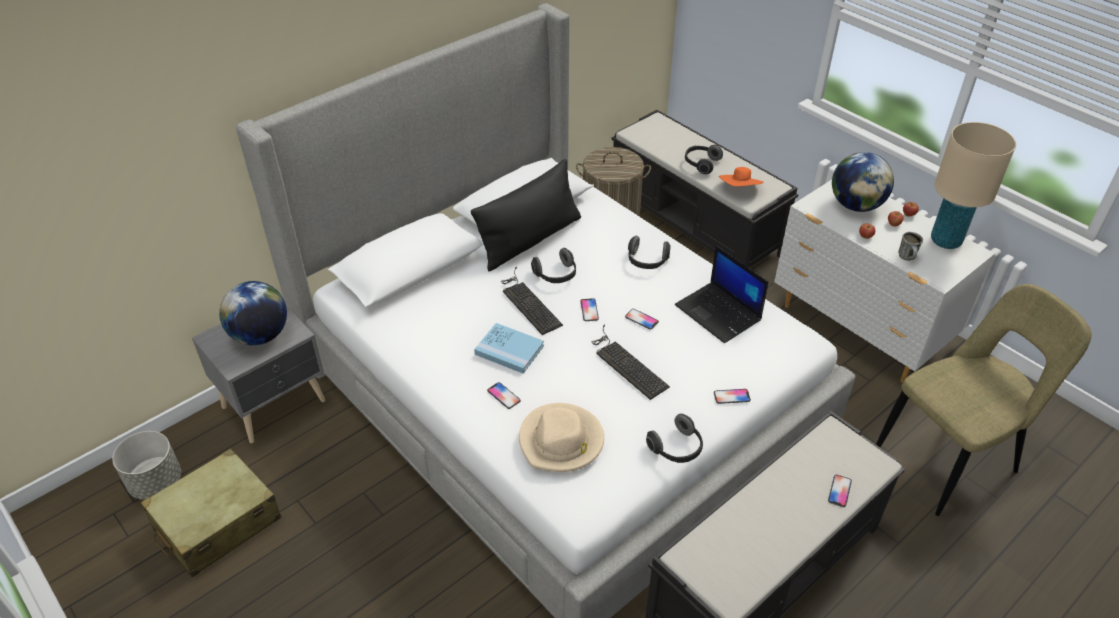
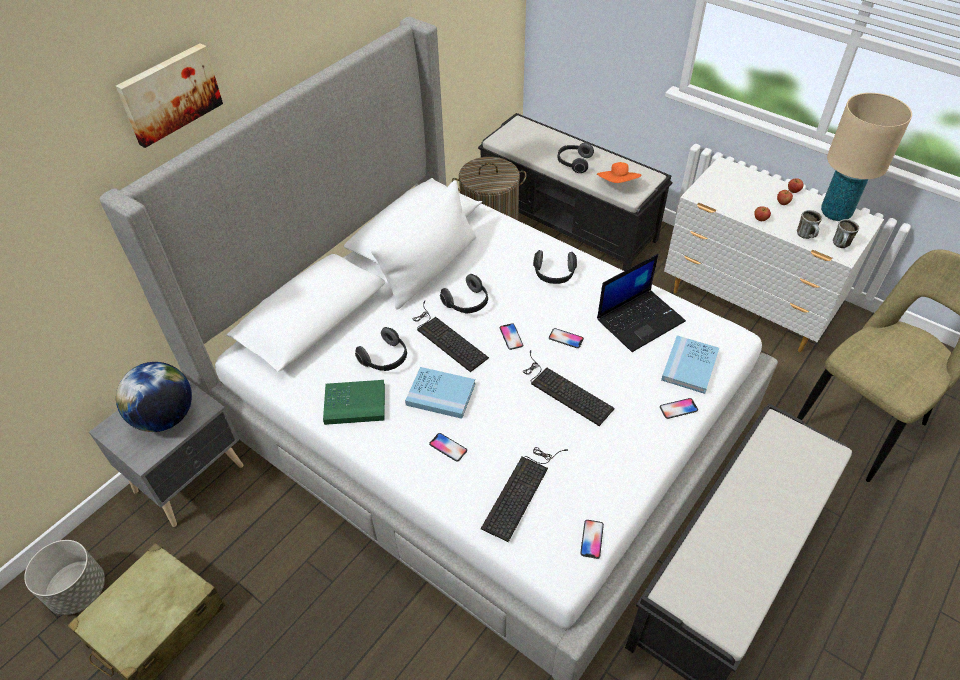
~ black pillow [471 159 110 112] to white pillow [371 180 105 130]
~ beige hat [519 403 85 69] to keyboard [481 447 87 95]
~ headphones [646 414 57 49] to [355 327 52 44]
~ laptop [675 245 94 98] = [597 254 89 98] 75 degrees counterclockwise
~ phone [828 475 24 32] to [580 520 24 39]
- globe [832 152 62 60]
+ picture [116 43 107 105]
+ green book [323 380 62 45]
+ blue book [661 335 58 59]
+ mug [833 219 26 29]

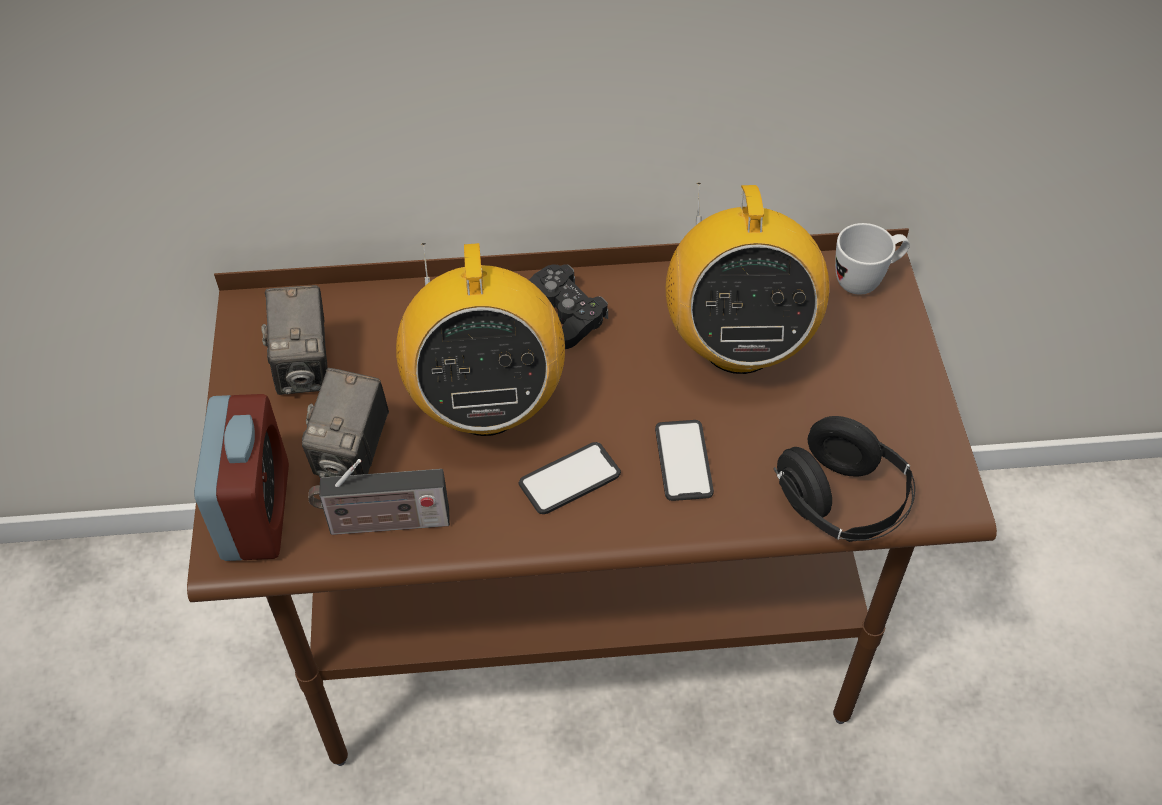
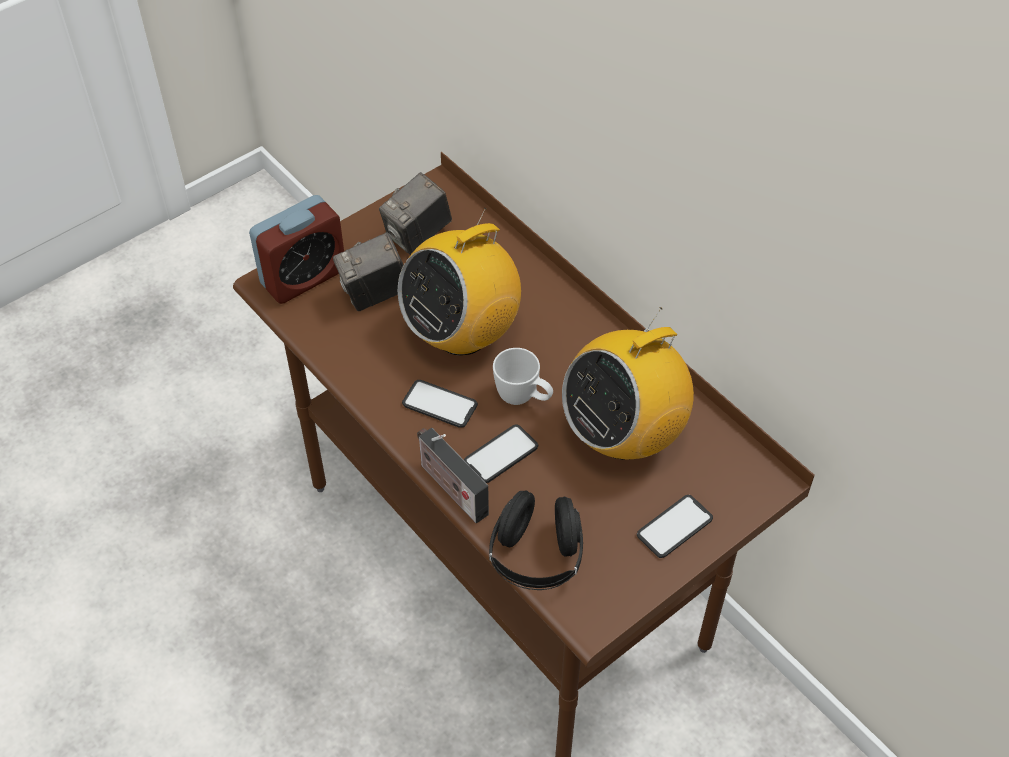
~ radio [308 459 142 76] to [417 428 72 95]
- black game controller [529 264 79 85]
~ white mug [835 223 75 72] to [493 348 60 57]
+ phone [637 495 76 63]

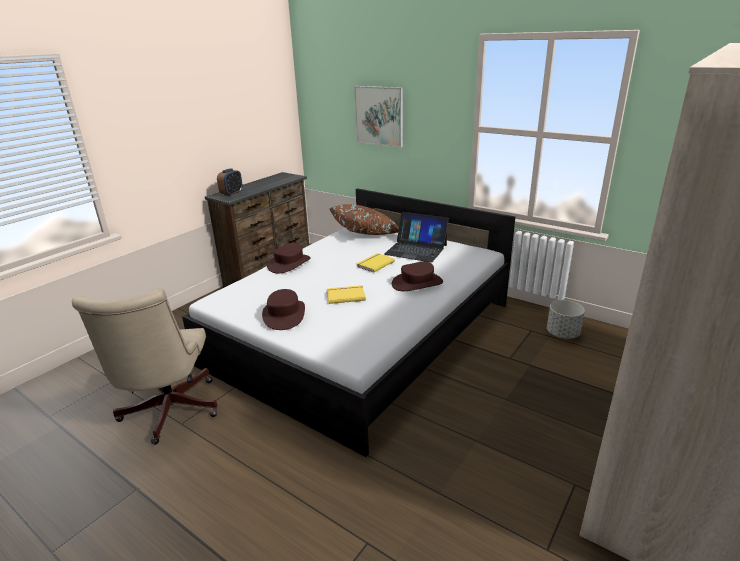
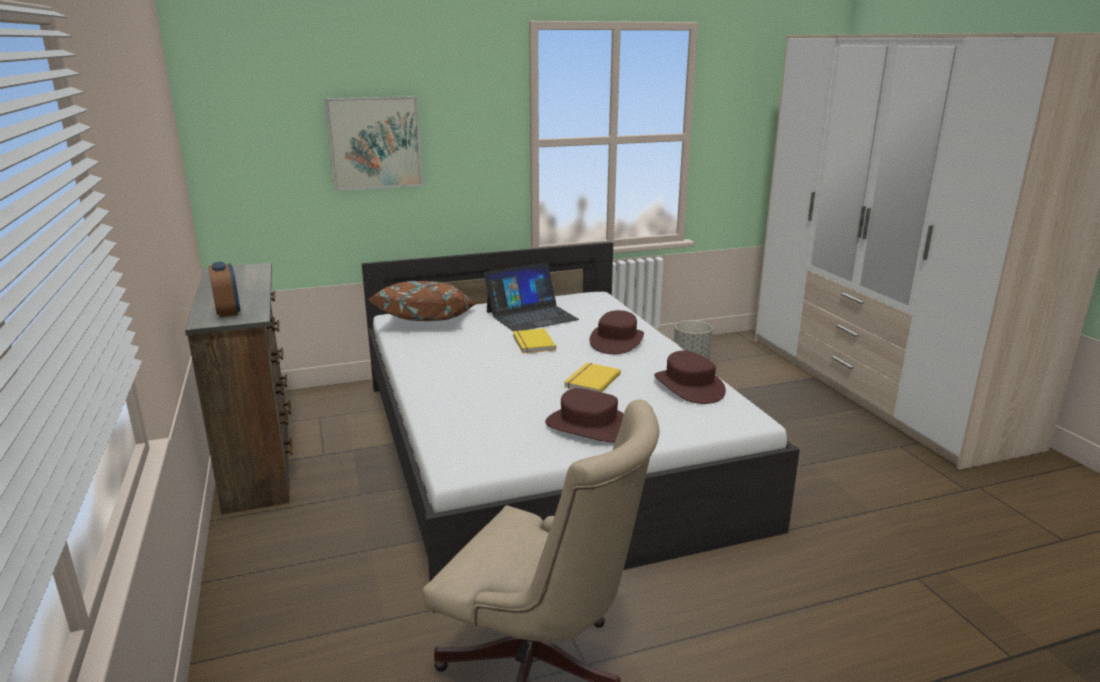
~ brown hat [267 243 44 31] to [654 351 72 53]

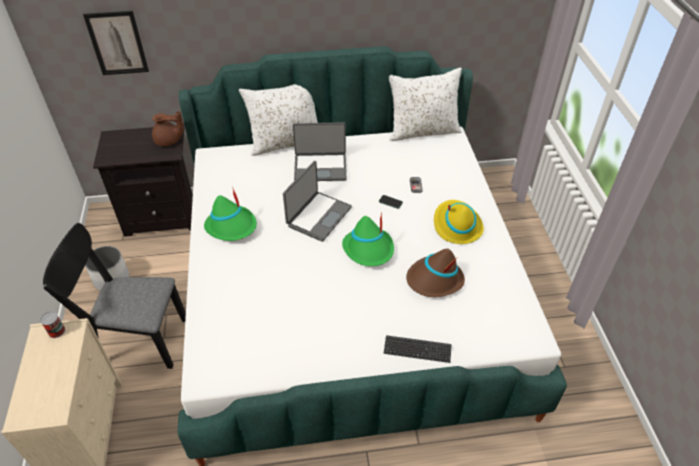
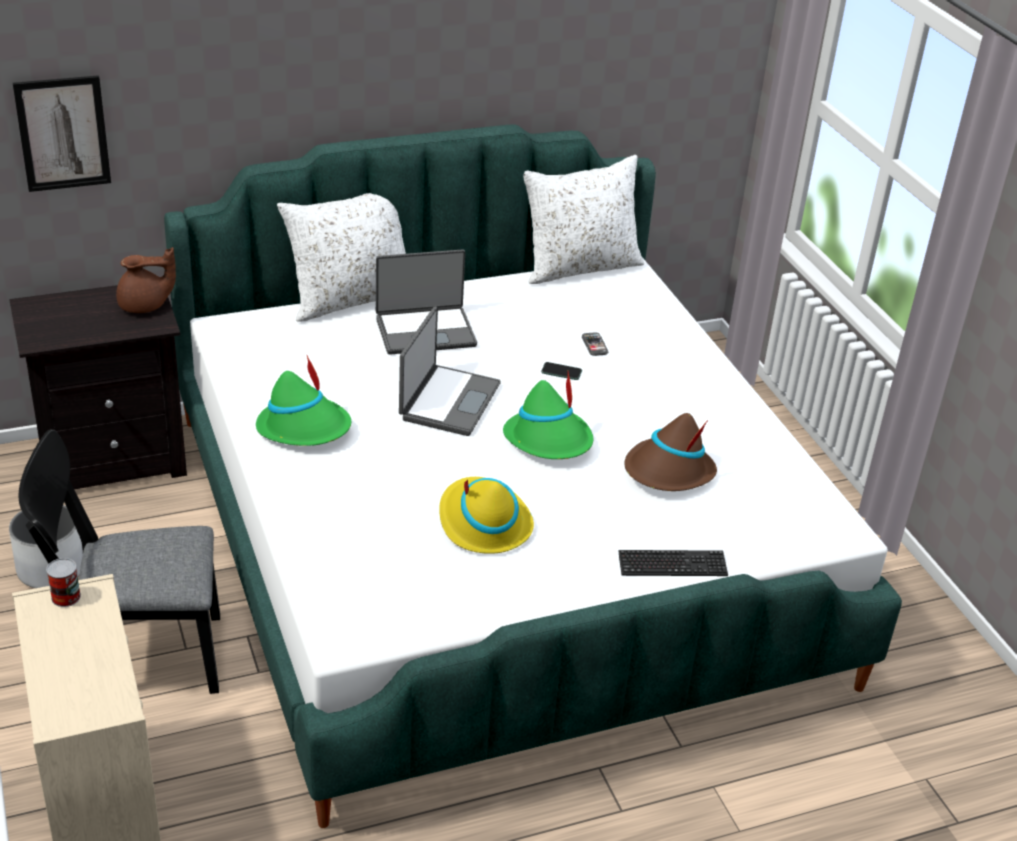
~ yellow hat [434 200 50 44] to [439 477 95 77]

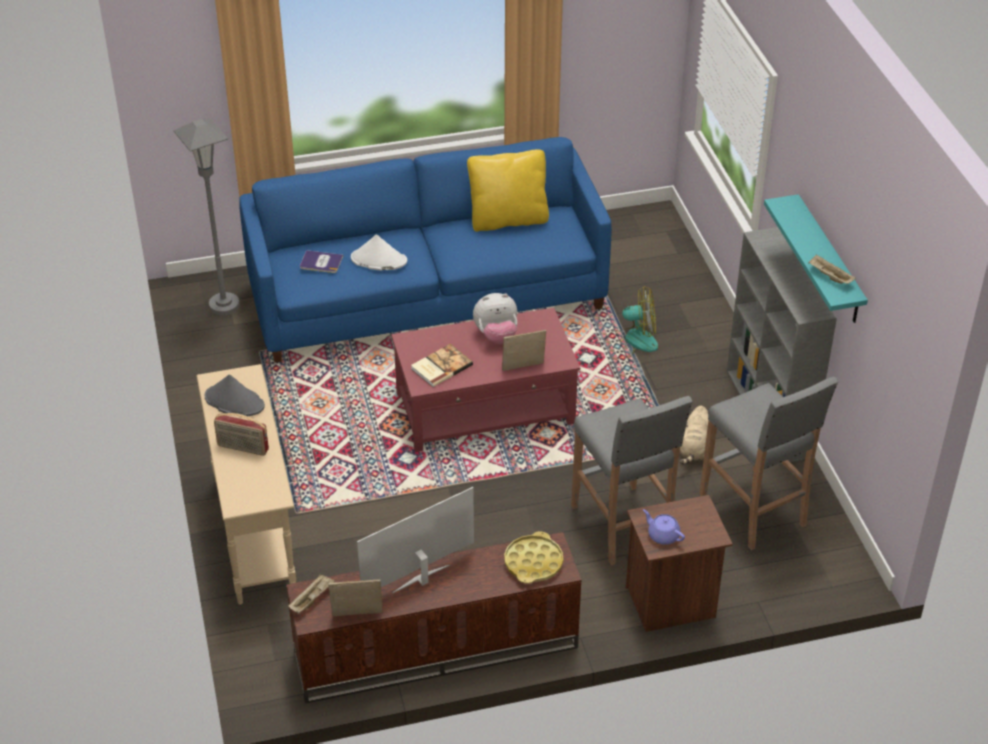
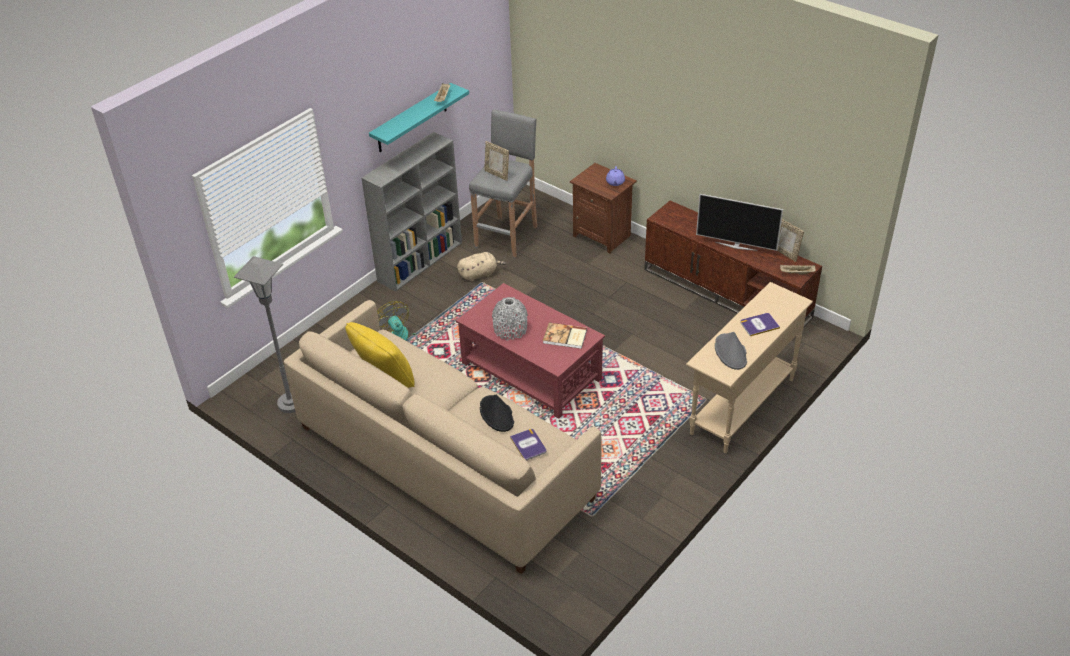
~ grey floor lamp [174 119 65 196] to [234 256 62 157]
~ radio [214 413 55 43] to book [740 313 40 23]
~ blue sofa [239 137 373 226] to beige sofa [284 300 318 274]
~ white hat [351 235 56 35] to black hat [480 394 34 38]
~ plush toy [473 293 44 51] to grey vase [492 297 36 43]
~ picture frame [502 330 44 41] to [484 141 25 40]
- yellow tray [504 531 59 53]
- grey stool [571 396 121 169]

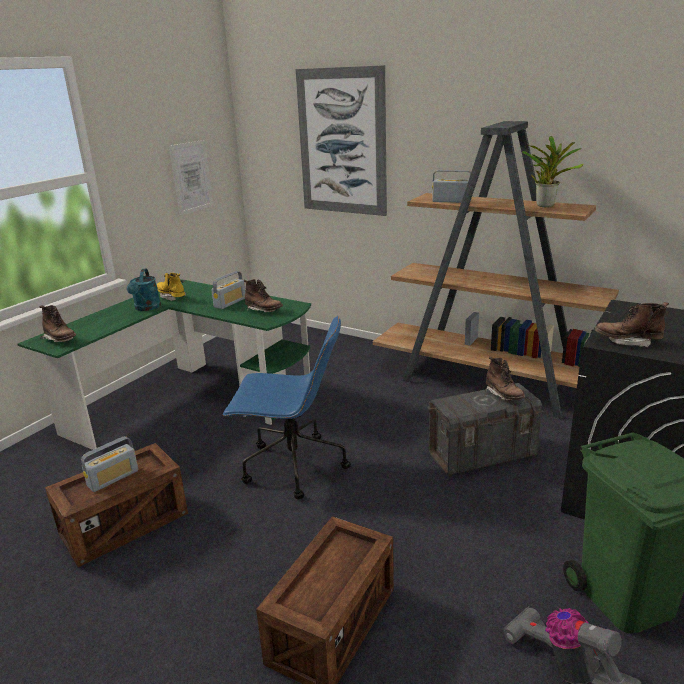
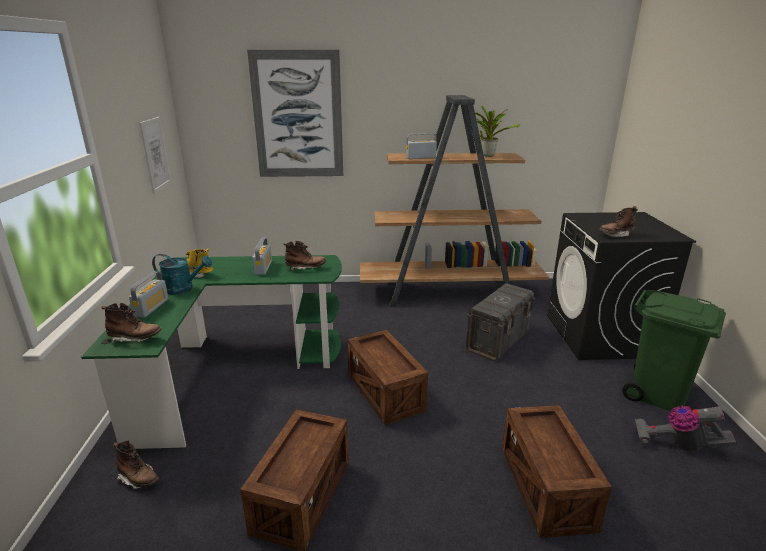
~ radio [81 436 57 56] to [129 272 39 46]
~ turquoise watering can [127 269 34 42] = [152 254 60 41] 45 degrees counterclockwise
~ blue office chair [223 316 128 183] to crate [348 330 80 95]
~ brown boot [486 357 39 43] to [113 441 46 48]

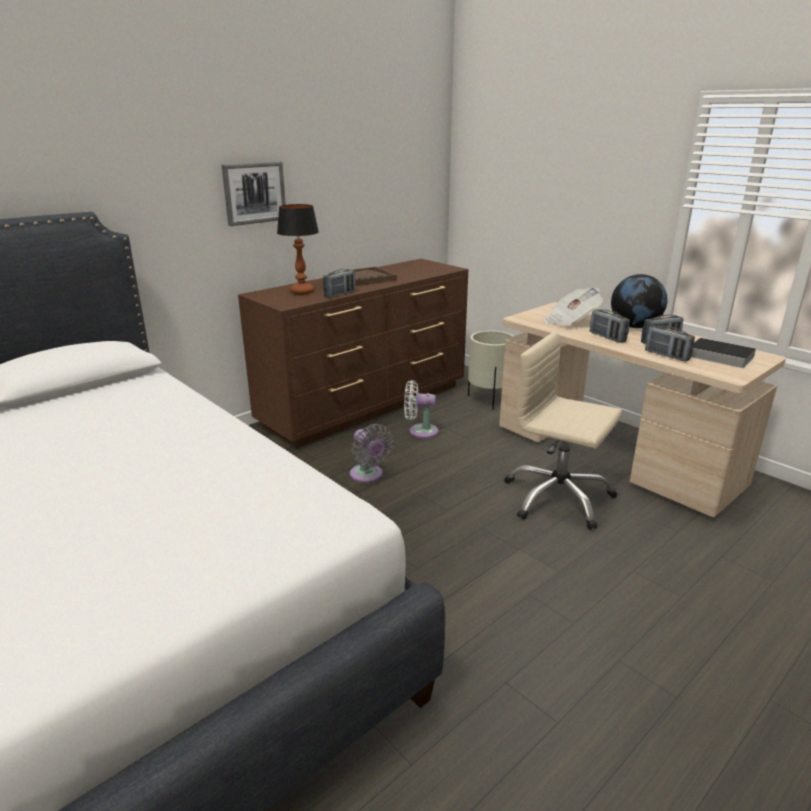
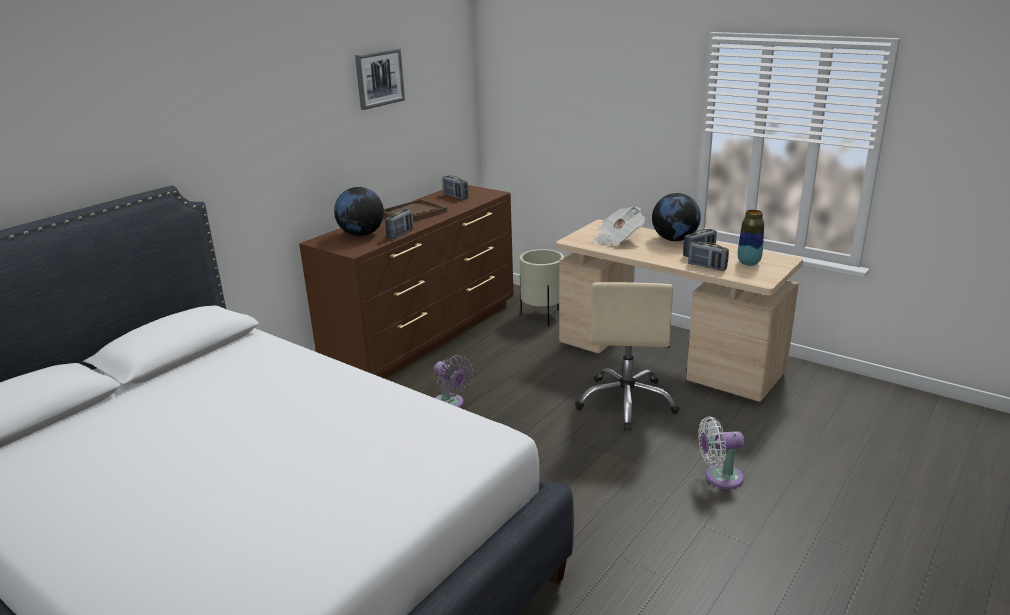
~ picture [221 162 65 64] to [355 48 50 62]
~ table lamp [277 204 42 91] to globe [334 187 50 49]
~ white fan [404 380 35 59] to [698 417 46 72]
~ beige office chair [504 331 119 199] = [575 282 105 149] 105 degrees counterclockwise
~ radio [590 309 40 34] to [442 176 26 24]
~ book [691 338 65 30] to vase [738 210 26 56]

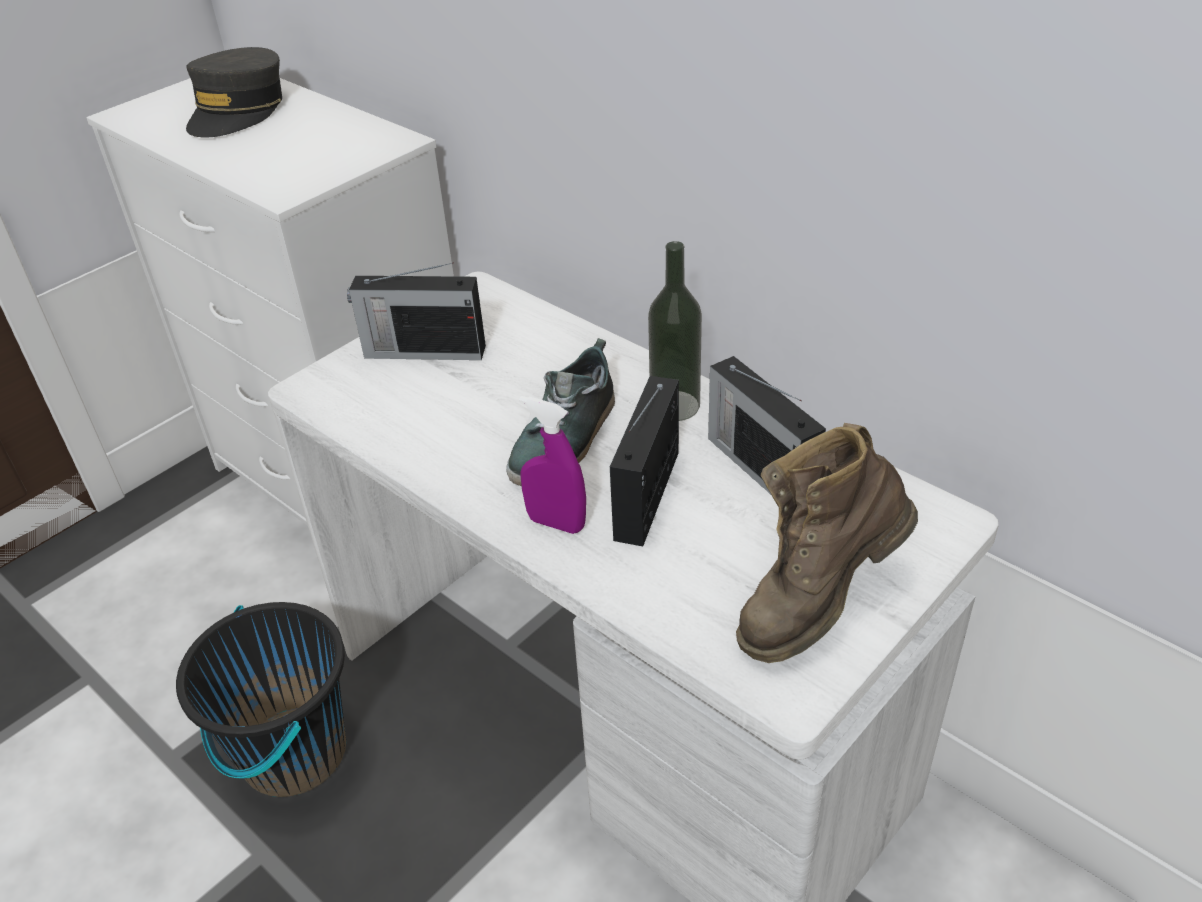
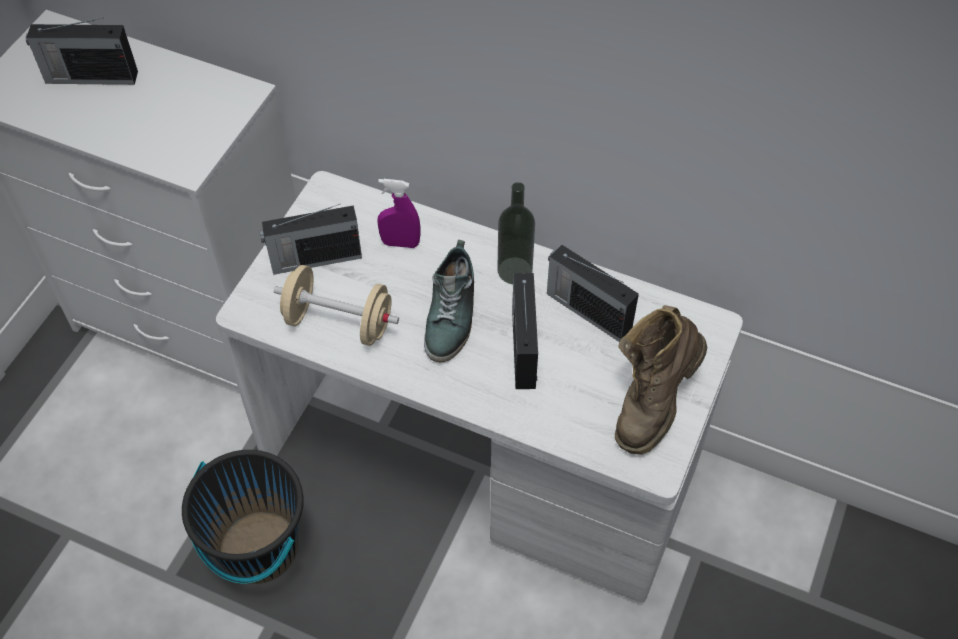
~ grey cap [186 47 96 91] to radio [26 18 112 67]
~ purple spray bottle [519 396 67 138] to [377 179 44 69]
+ beige dumbbell [274 265 125 81]

